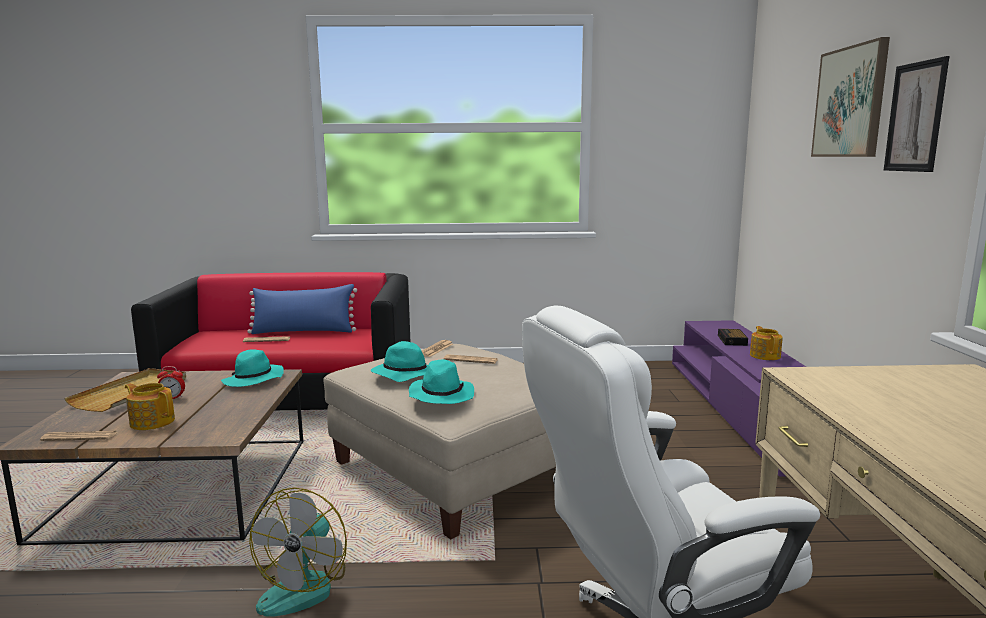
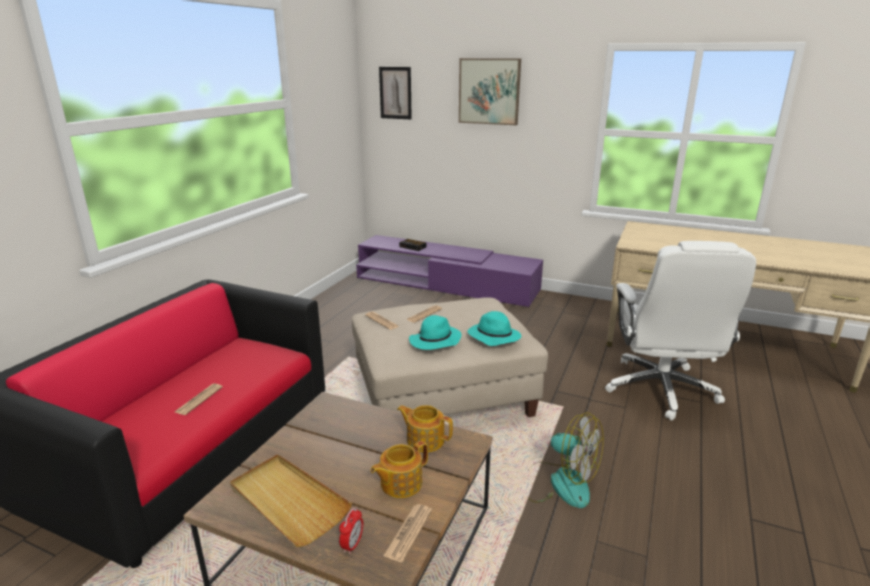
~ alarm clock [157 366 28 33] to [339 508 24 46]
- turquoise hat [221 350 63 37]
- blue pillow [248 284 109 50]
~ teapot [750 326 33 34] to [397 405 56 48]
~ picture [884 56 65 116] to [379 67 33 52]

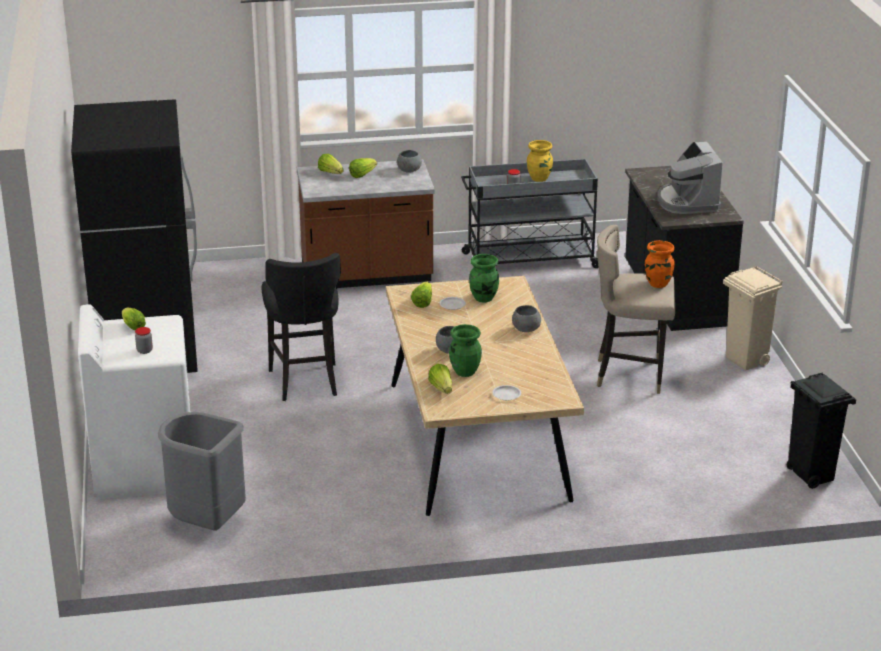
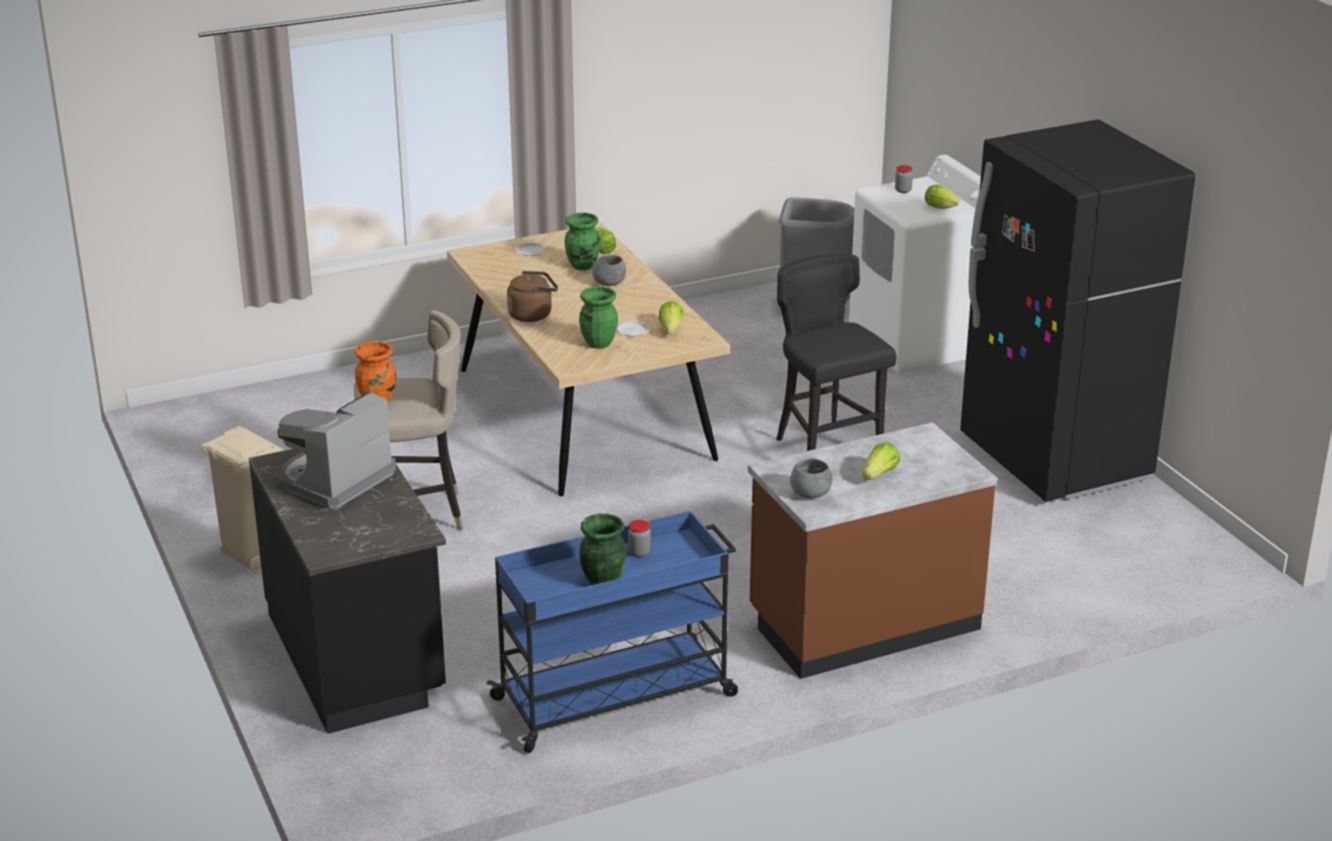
- lettuce [318 154 26 20]
~ grey cart [461 159 138 109] to blue cart [486 511 252 242]
~ grey bowl [512 305 29 27] to brown kettle [507 271 51 51]
~ yellow vase [527 140 26 42] to green vase [579 513 47 72]
~ coffee machine [657 141 66 73] = [277 391 119 118] 120 degrees counterclockwise
- black trash can [787 373 69 116]

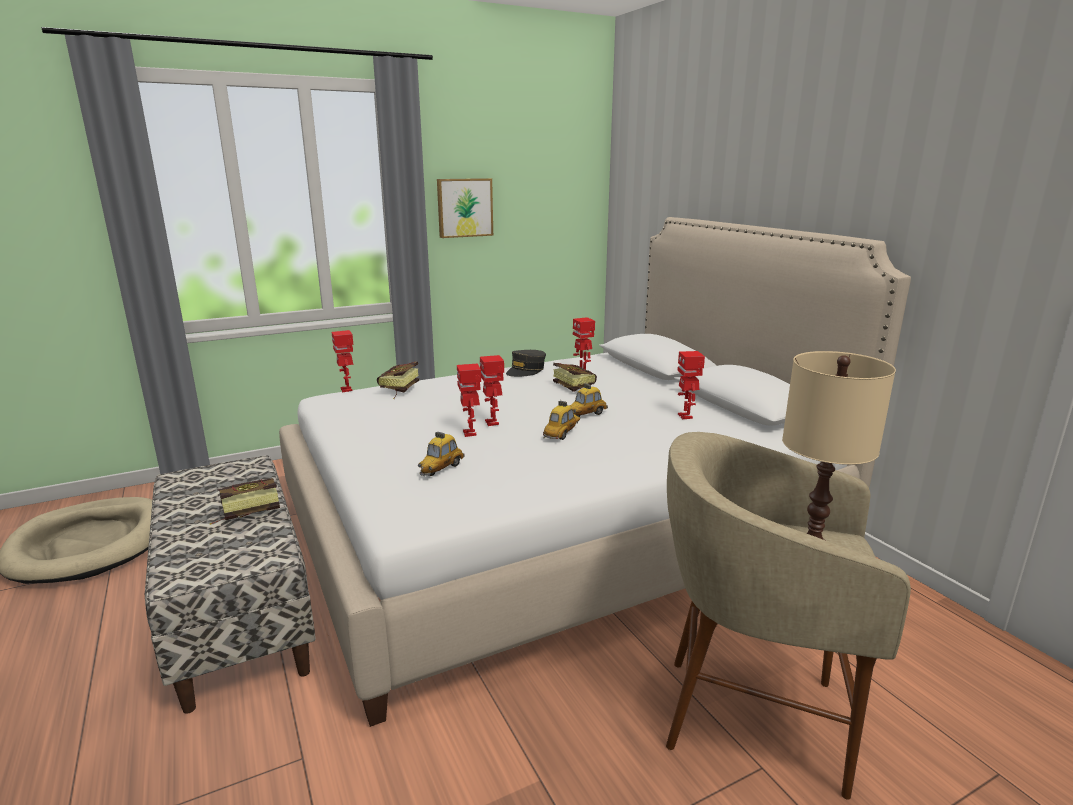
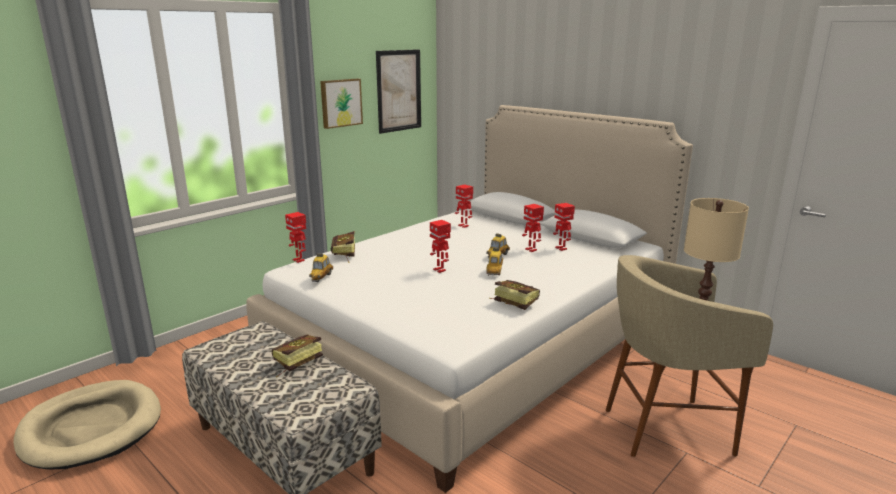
~ toy car [418 432 47 44] to [309 253 24 29]
~ toy robot [457 364 24 73] to [522 204 22 48]
- grey cap [506 350 40 27]
~ book [553 363 44 29] to [489 280 51 30]
+ picture [376 49 45 85]

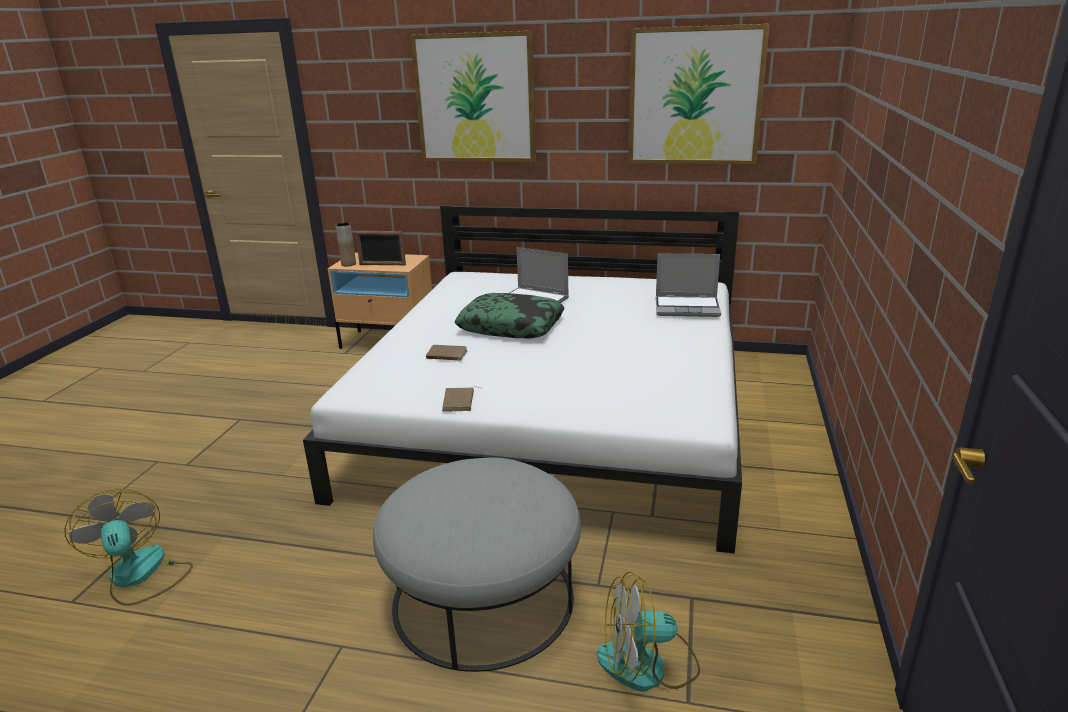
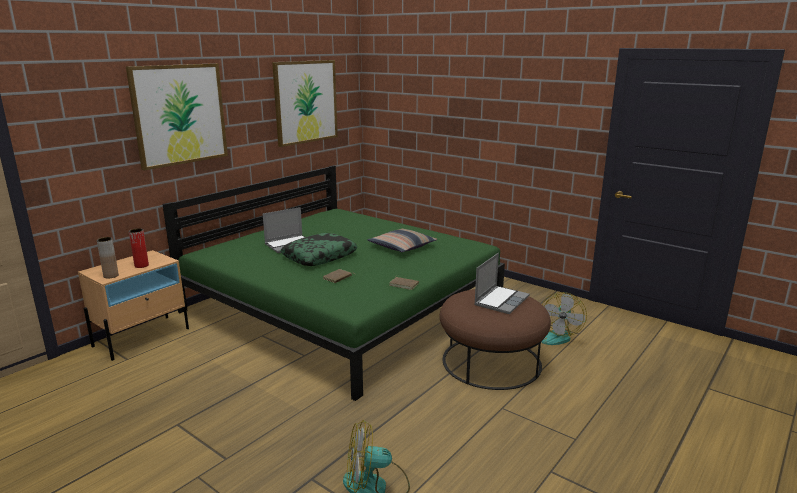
~ white bed [303 205 439 349] to green bed [163 165 342 236]
~ picture frame [355 231 51 34] to red vase [129 228 20 40]
~ grey ottoman [373 457 208 215] to brown ottoman [440 289 111 101]
~ laptop [656 254 65 63] to [474 253 56 61]
+ pillow [368 228 69 24]

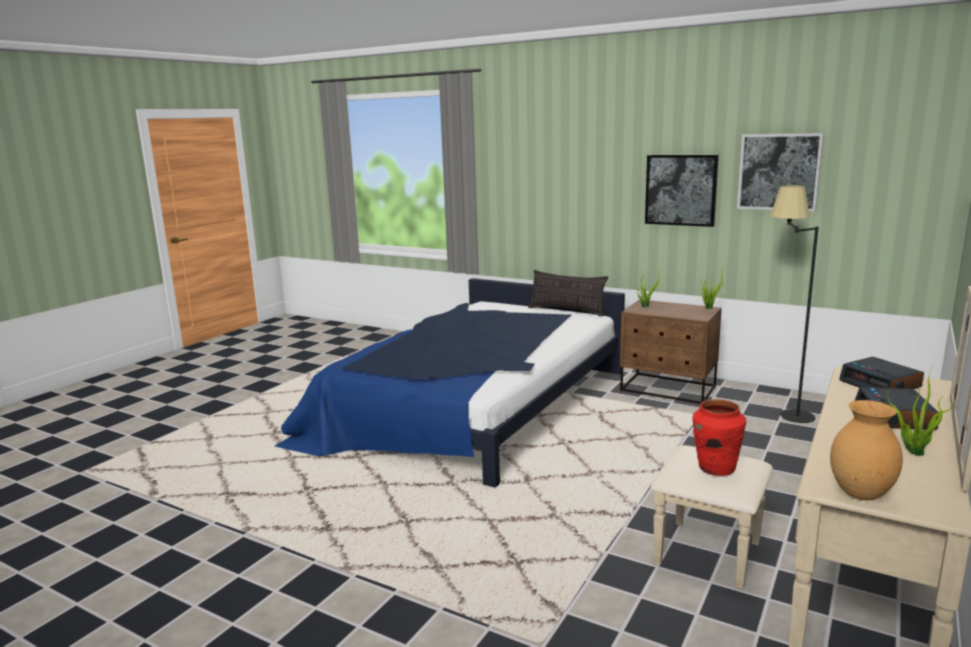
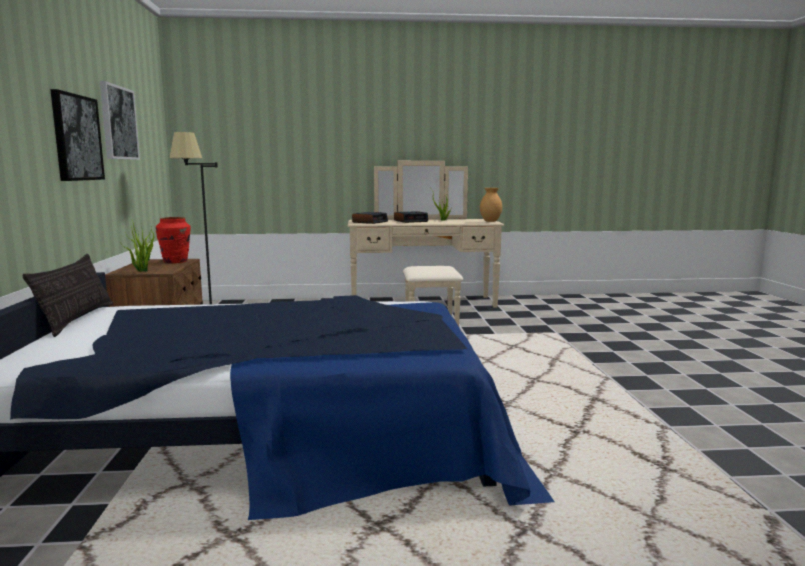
~ red vase [693 399 53 77] to [156 217 35 46]

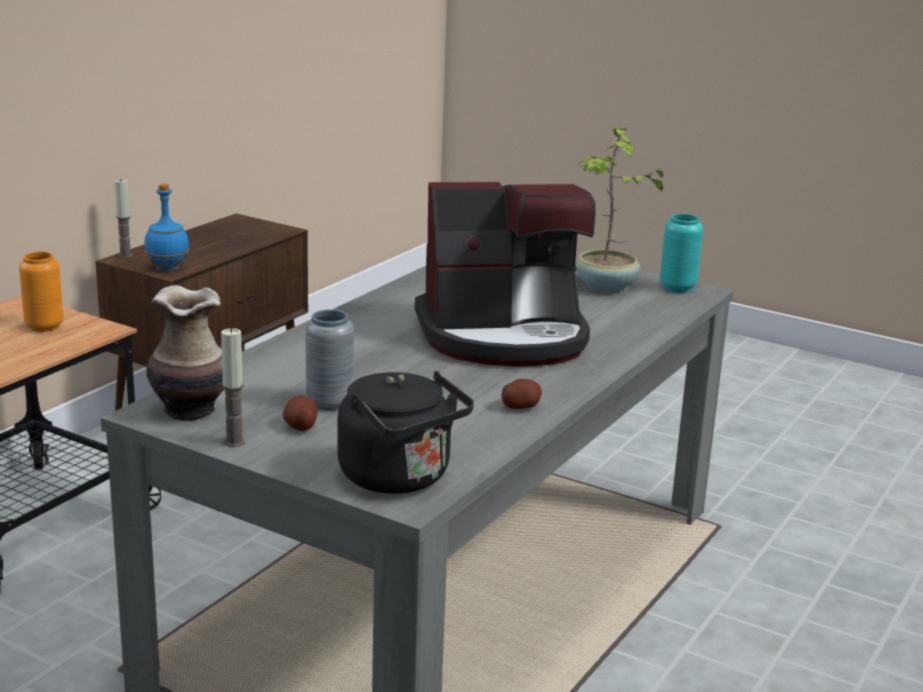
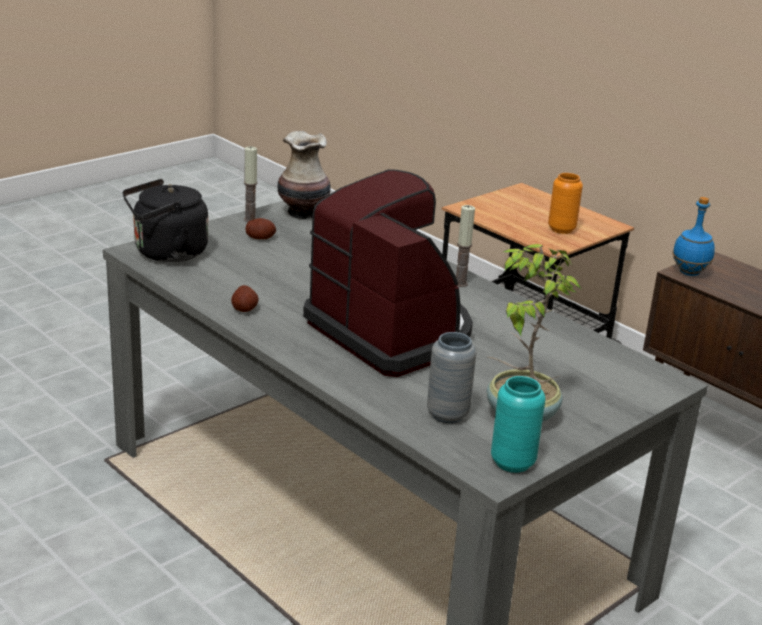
~ candle [114 179 18 79] to [456 205 19 82]
~ grey vase [305 310 49 100] to [427 332 49 91]
~ coffee machine [415 182 181 185] = [303 169 170 208] 135 degrees clockwise

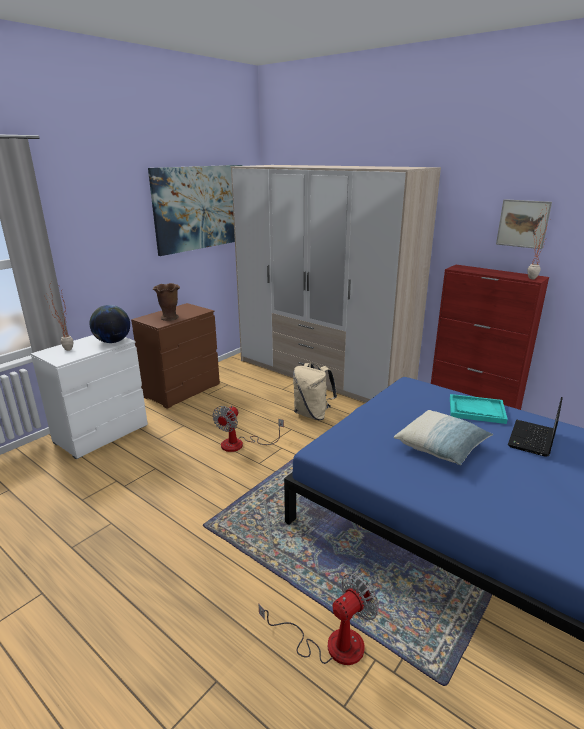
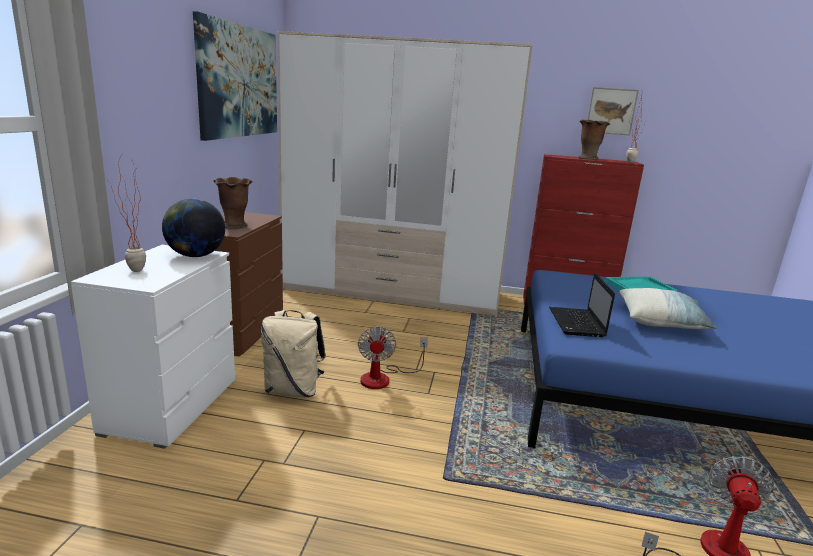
~ beige backpack [293 363 44 57] to [261 310 65 87]
~ laptop [508 397 55 60] to [549 273 66 64]
+ brown vase [578 119 32 41]

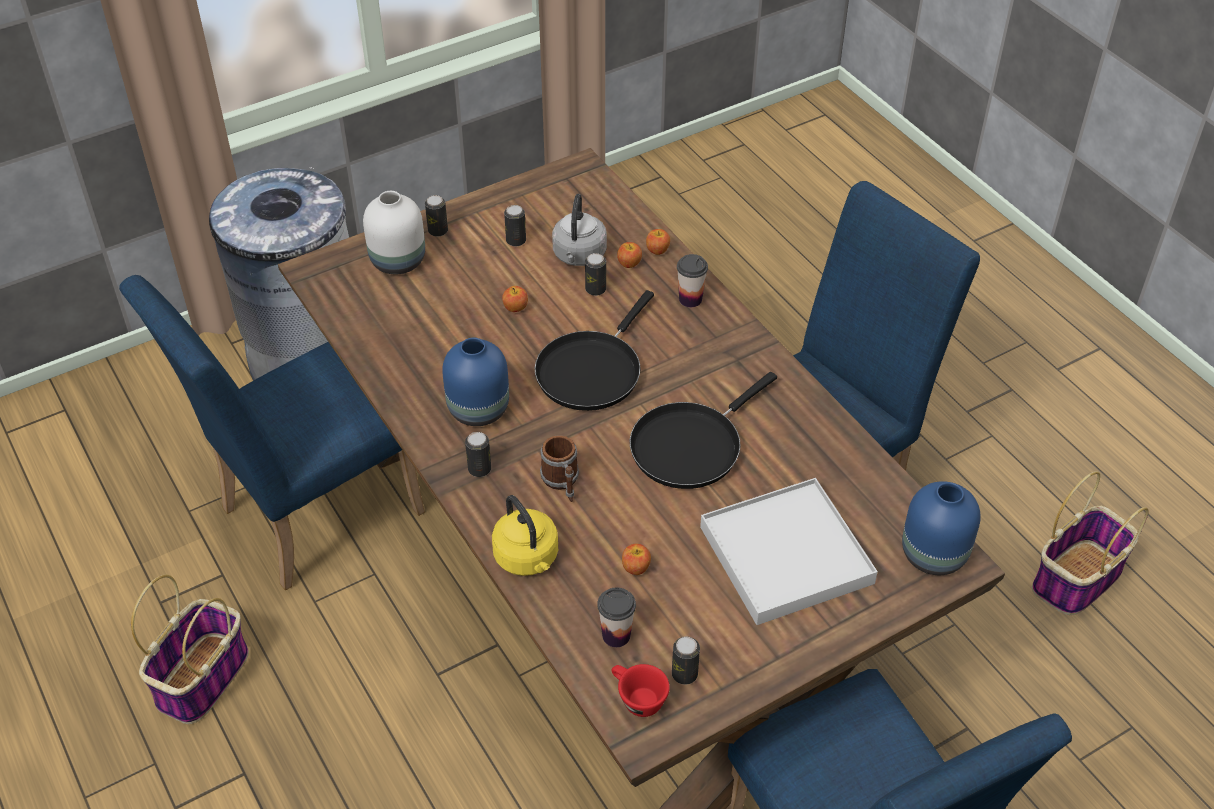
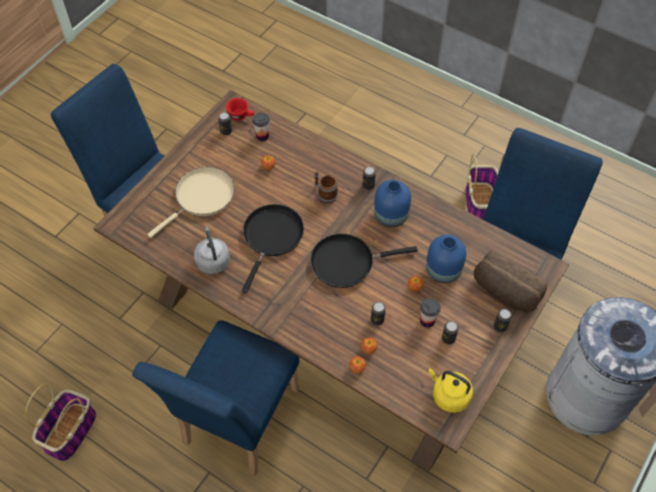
~ white vase [363 191 62 83] to bread [474 250 73 62]
~ yellow kettle [492 495 66 81] to [428 368 45 45]
~ black frying pan [535 290 119 121] = [310 233 108 55] 105 degrees counterclockwise
~ grey kettle [552 194 55 72] to [194 227 36 47]
~ cup [677 254 31 53] to [420 298 21 30]
~ white tray [700 478 178 147] to beige frying pan [147 167 88 71]
~ blue vase [902 481 79 94] to [426 235 40 48]

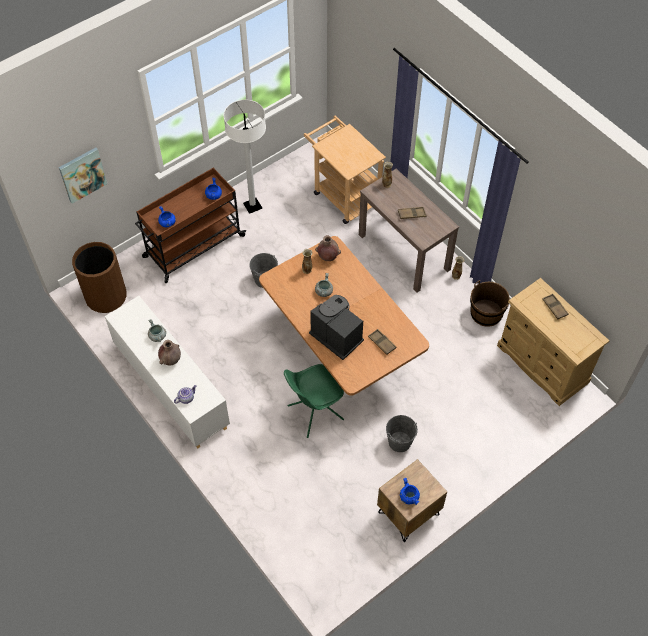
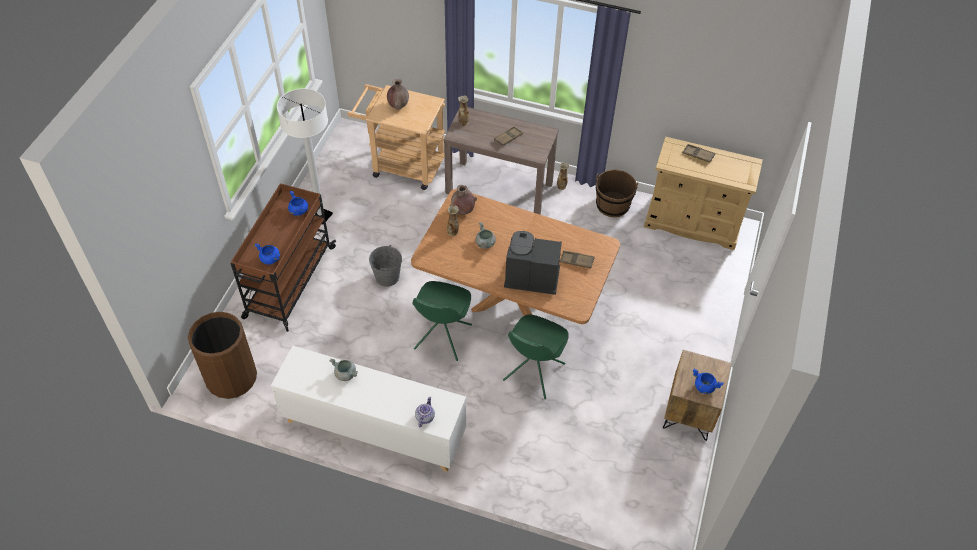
- picture [59 148 48 56]
~ brown vase [158 340 23 25] to [387 79 22 31]
- grey bucket [386 415 32 37]
+ green chair [412 281 60 80]

